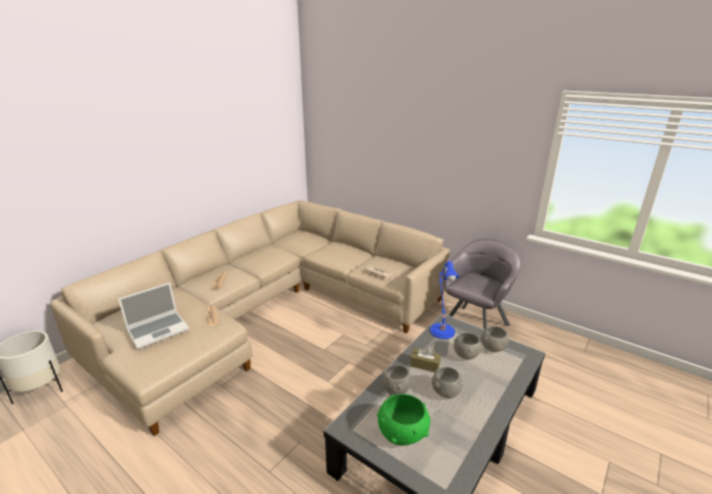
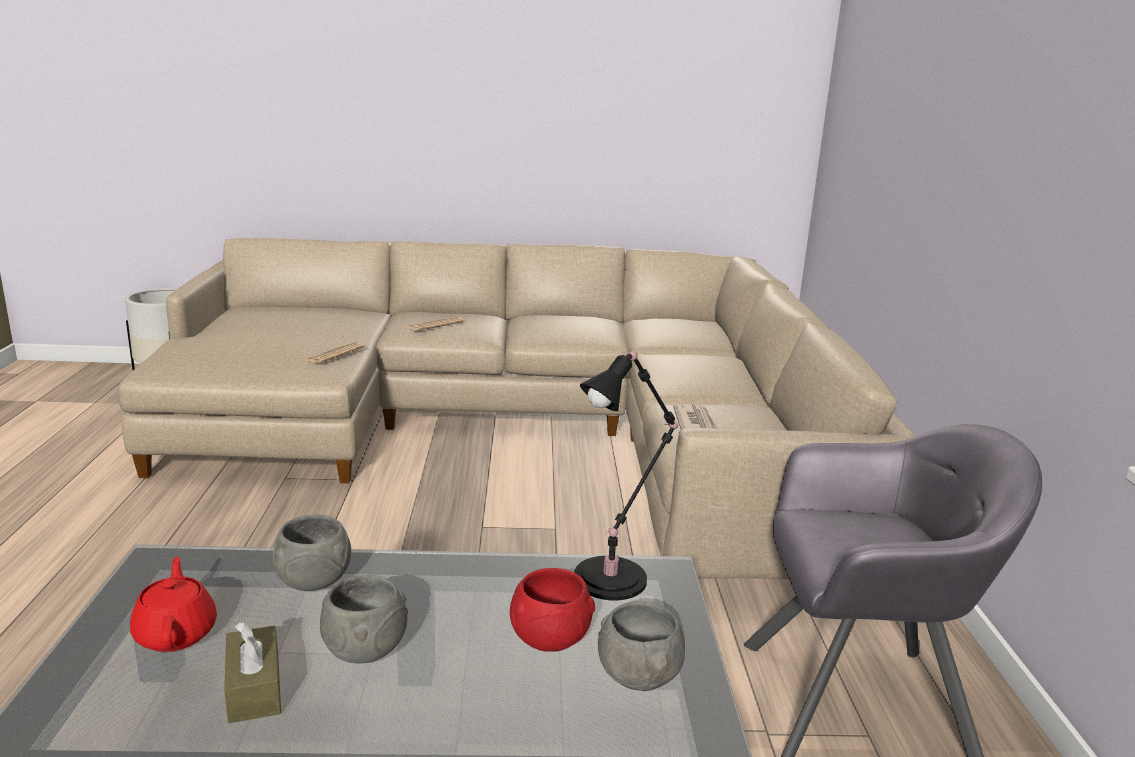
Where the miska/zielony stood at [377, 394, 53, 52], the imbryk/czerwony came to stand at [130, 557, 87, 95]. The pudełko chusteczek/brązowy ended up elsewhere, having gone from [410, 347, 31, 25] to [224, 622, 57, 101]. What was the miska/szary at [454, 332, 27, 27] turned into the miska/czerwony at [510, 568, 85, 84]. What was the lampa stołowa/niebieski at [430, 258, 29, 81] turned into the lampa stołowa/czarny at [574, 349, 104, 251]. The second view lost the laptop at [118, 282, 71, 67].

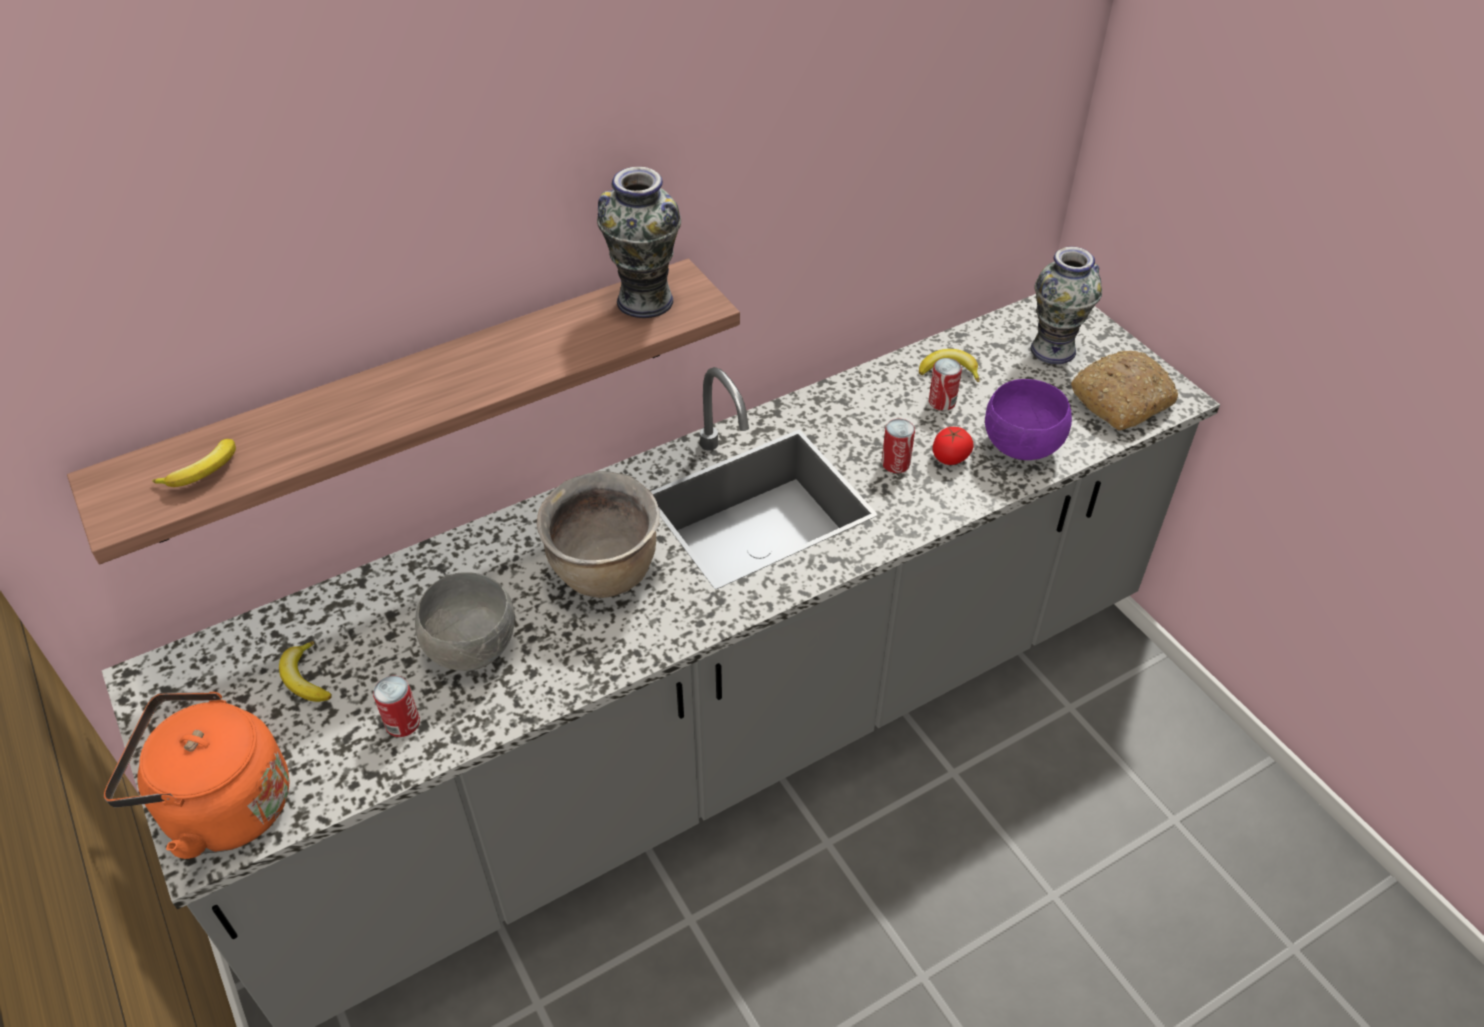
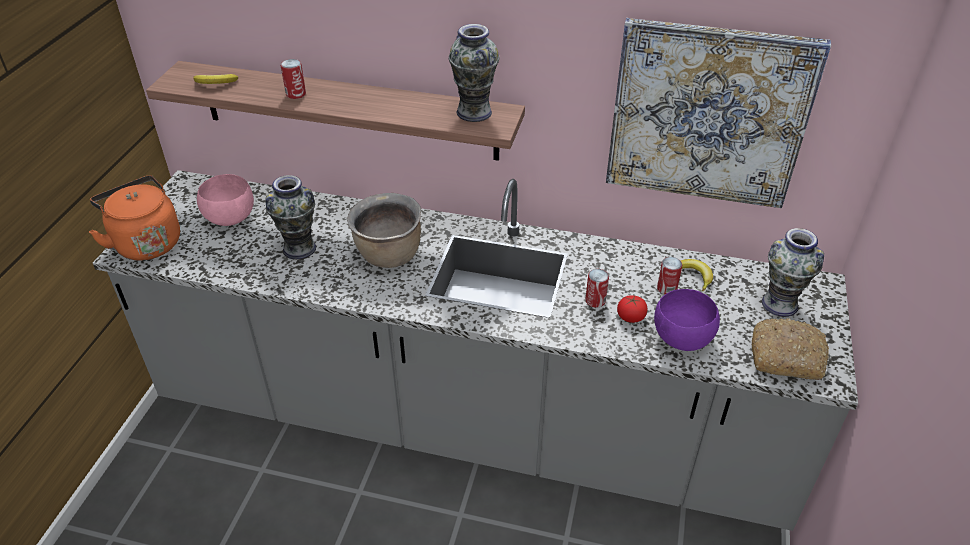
Where the banan stood at [279, 641, 53, 61], the miska/różowy came to stand at [197, 174, 57, 52]. Where the miska/szary stood at [415, 572, 100, 99], the wazon came to stand at [266, 175, 50, 84]. The puszka ended up elsewhere, having gone from [373, 676, 47, 61] to [280, 59, 26, 40]. The second view gained the obraz at [606, 18, 225, 190].

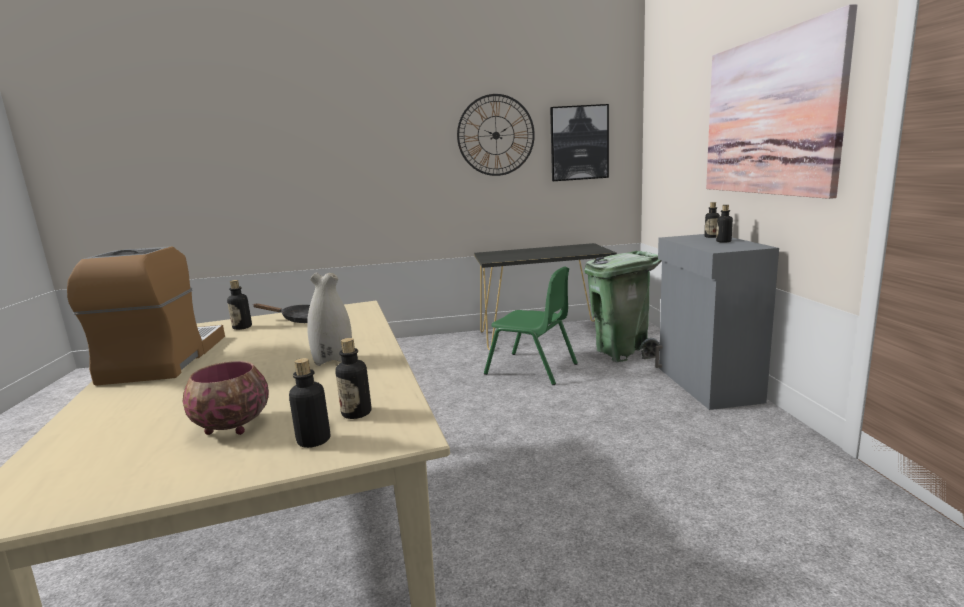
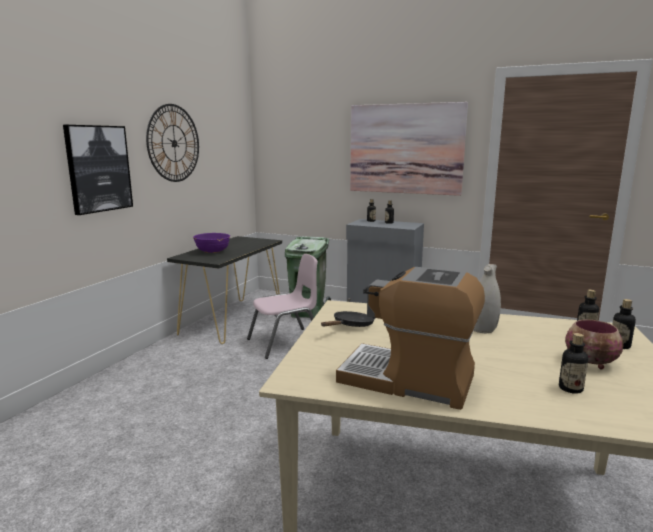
The obraz ended up elsewhere, having gone from [550, 104, 59, 77] to [63, 125, 70, 90]. The second view gained the miska/fioletowy at [193, 233, 37, 20]. What was the krzesło/zielony at [484, 267, 94, 118] turned into the krzesło/różowy at [247, 254, 71, 105]. The butelka ended up elsewhere, having gone from [227, 280, 25, 50] to [559, 333, 29, 61].

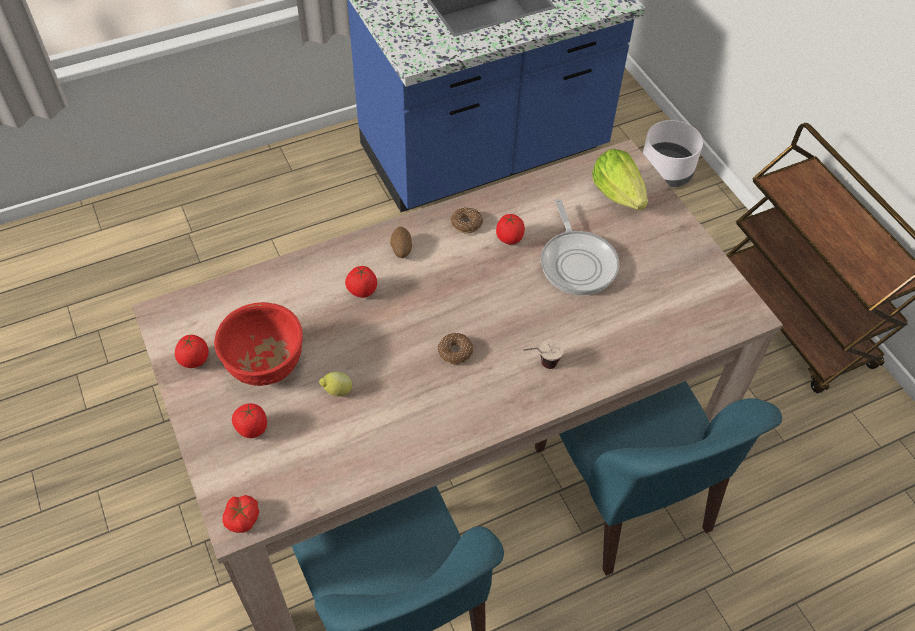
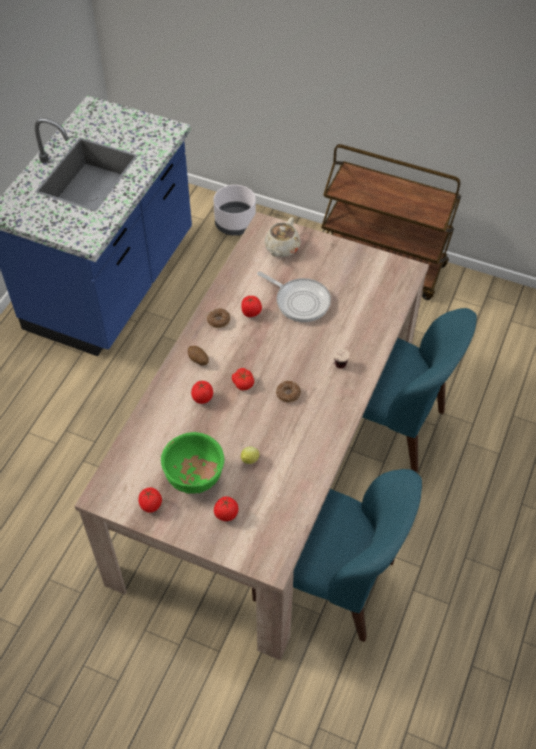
What was the miska/czerwony at [214, 302, 89, 84] turned into the miska/zielony at [161, 432, 63, 62]. The pomidor ended up elsewhere, having gone from [222, 495, 37, 38] to [232, 368, 22, 22]. Where the sałata stood at [592, 149, 56, 61], the imbryk/beżowy came to stand at [264, 217, 37, 40].

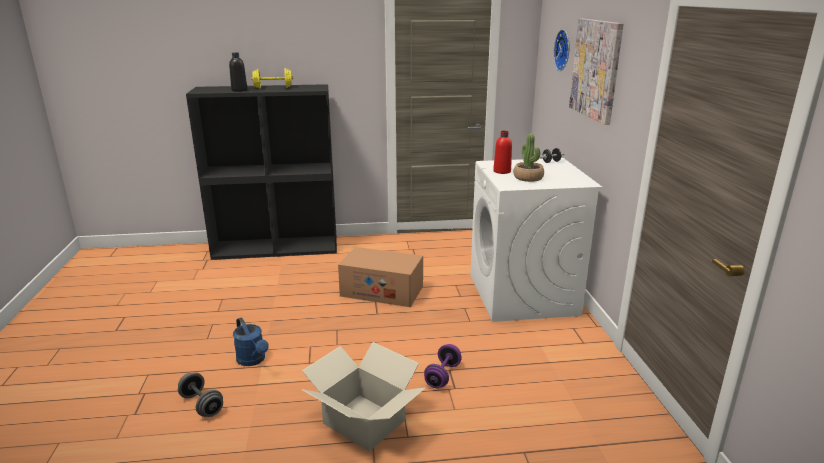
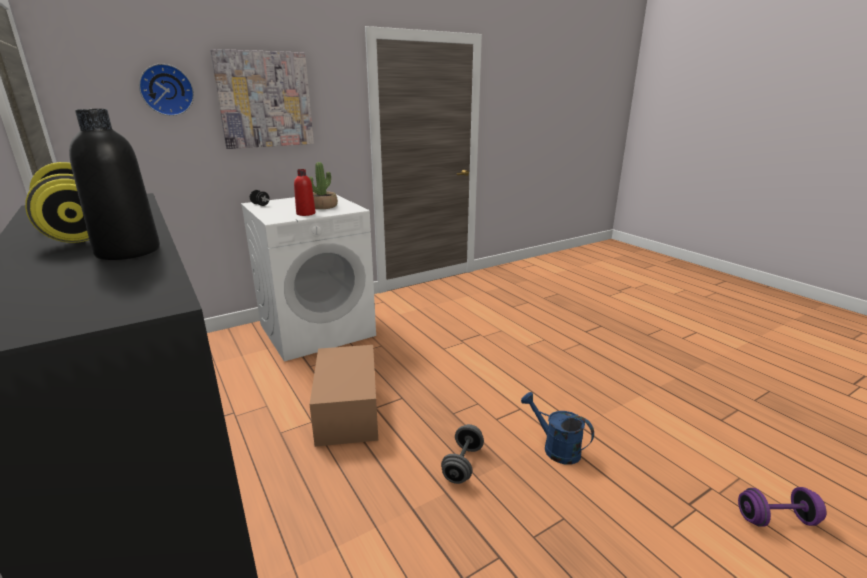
The hantel/szary ended up elsewhere, having gone from [178, 373, 45, 44] to [441, 424, 43, 60]. The konewka/niebieski at [233, 317, 36, 49] ended up facing another way, 75 degrees counterclockwise from before. The hantel/fioletowy ended up elsewhere, having gone from [424, 344, 37, 44] to [738, 487, 89, 40]. The second view lost the karton at [302, 342, 123, 110].

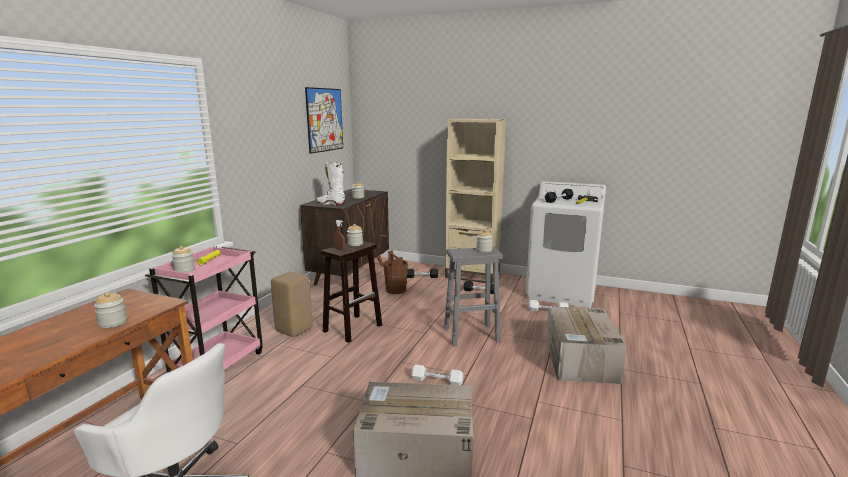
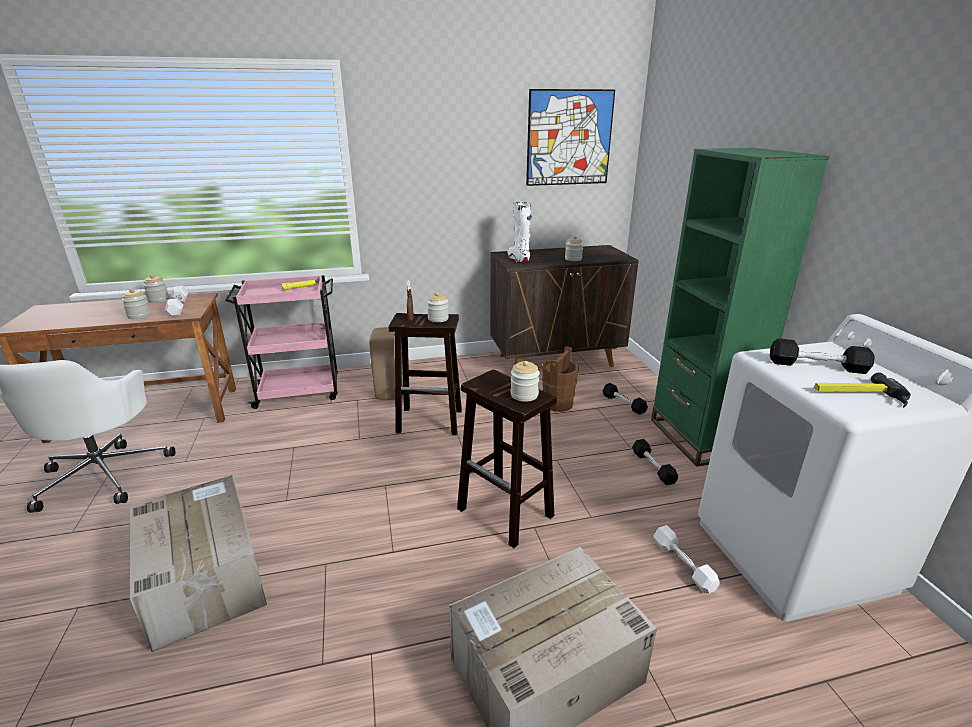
The słoik ended up elsewhere, having gone from [172, 246, 23, 27] to [143, 275, 26, 28]. The hantel/biały ended up elsewhere, having gone from [411, 364, 52, 21] to [165, 286, 24, 31]. What was the stołek/szary at [444, 246, 59, 101] turned into the stołek/brązowy at [457, 370, 100, 178]. What was the regał/beżowy at [445, 119, 61, 165] turned into the regał/zielony at [651, 148, 178, 319].

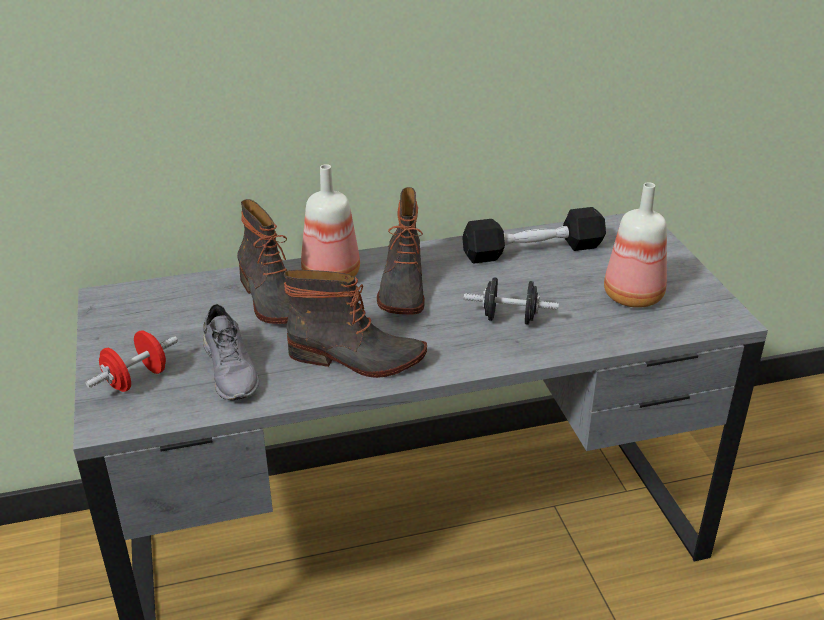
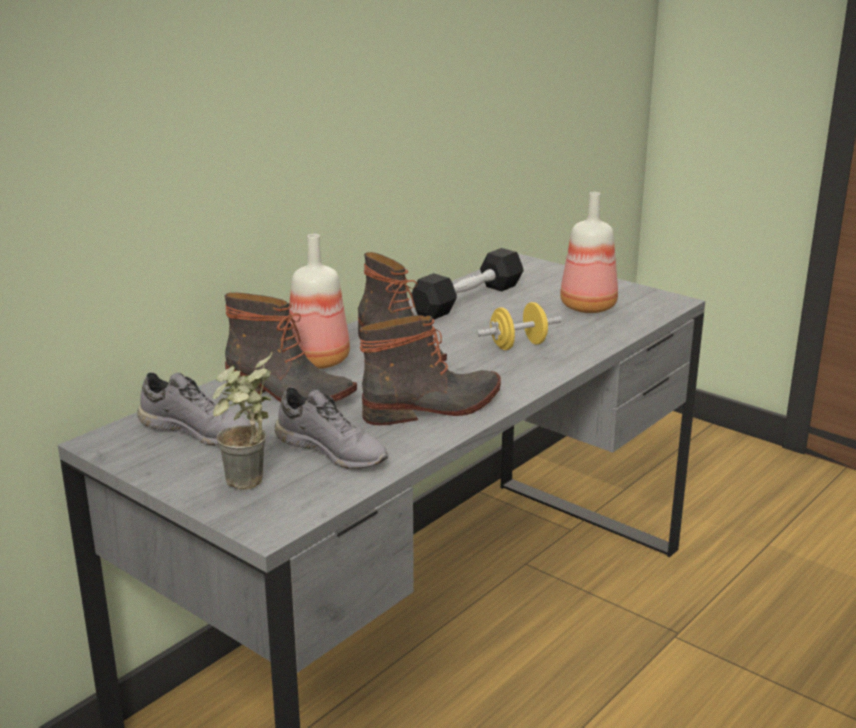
The second view gained the but/szary at [137, 372, 114, 74]. Where the hantel/czerwony stood at [86, 330, 92, 62], the roślina doniczkowa came to stand at [212, 352, 60, 138]. What was the hantel/czarny at [464, 277, 95, 48] turned into the hantel/żółty at [476, 302, 86, 48].

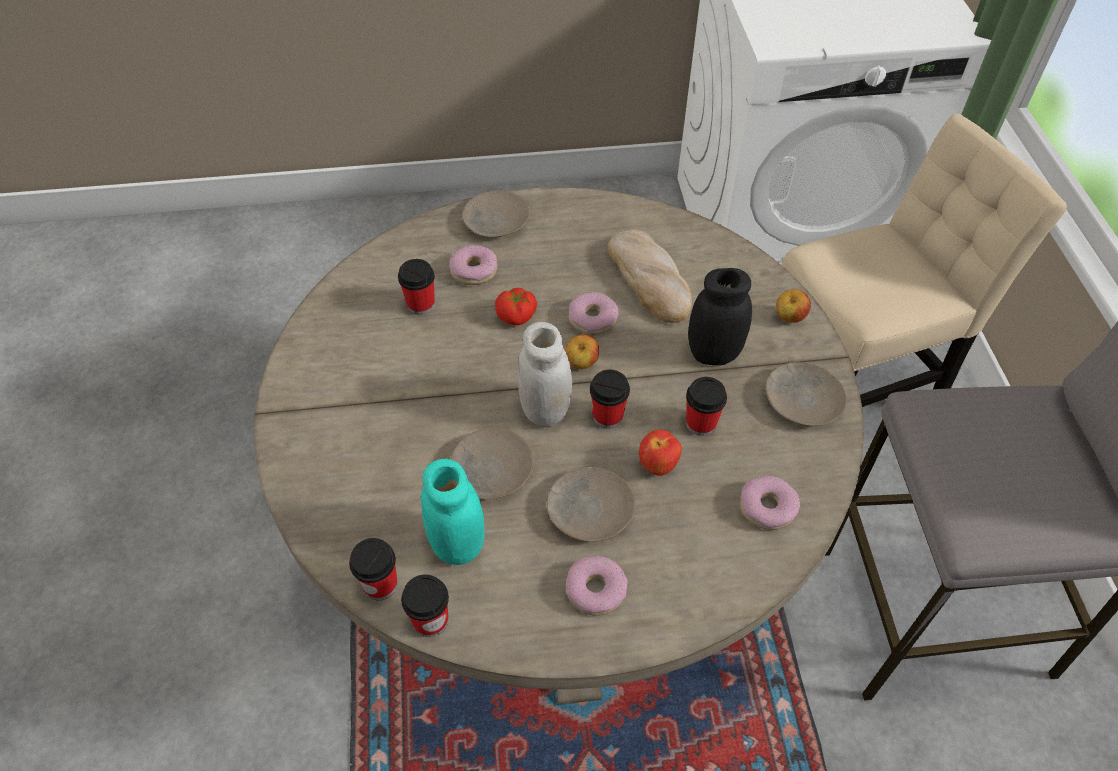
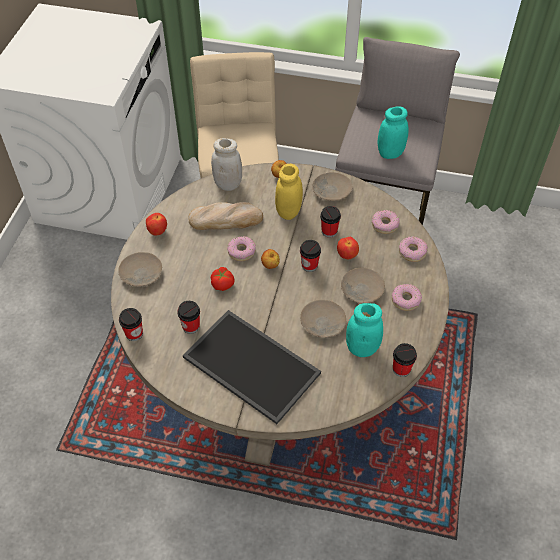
The filiżanka ended up elsewhere, having gone from [349, 538, 48, 62] to [119, 308, 24, 33]. The second view gained the jabłko at [146, 213, 21, 23]. The second view gained the taca at [183, 310, 138, 114]. The słoik/biały ended up elsewhere, having gone from [518, 322, 54, 104] to [211, 138, 31, 53]. What was the słoik/czarny at [688, 268, 64, 98] turned into the słoik/żółty at [275, 164, 28, 56]. The second view gained the słoik/turkusowy at [377, 106, 32, 53]. The donut ended up elsewhere, having gone from [449, 245, 48, 40] to [399, 236, 29, 26].

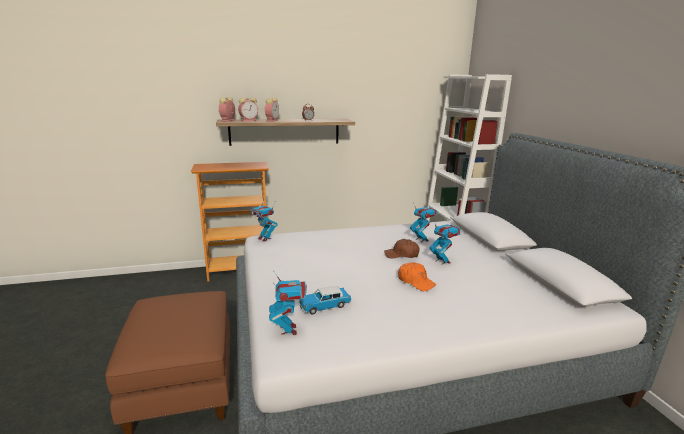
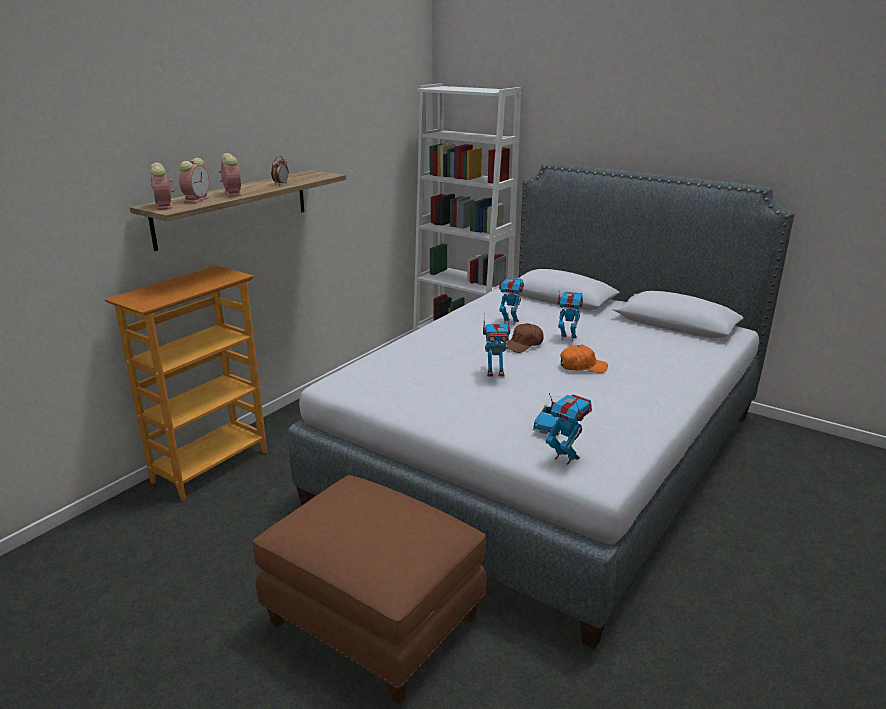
The robot zabawkowy ended up elsewhere, having gone from [251, 198, 26, 44] to [483, 313, 27, 64].

